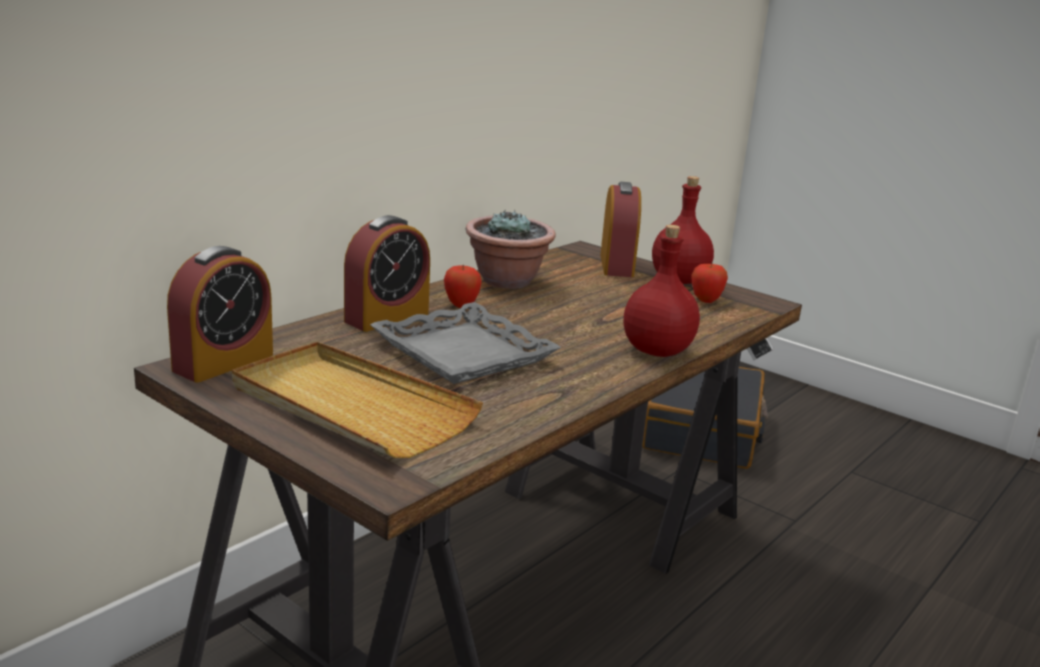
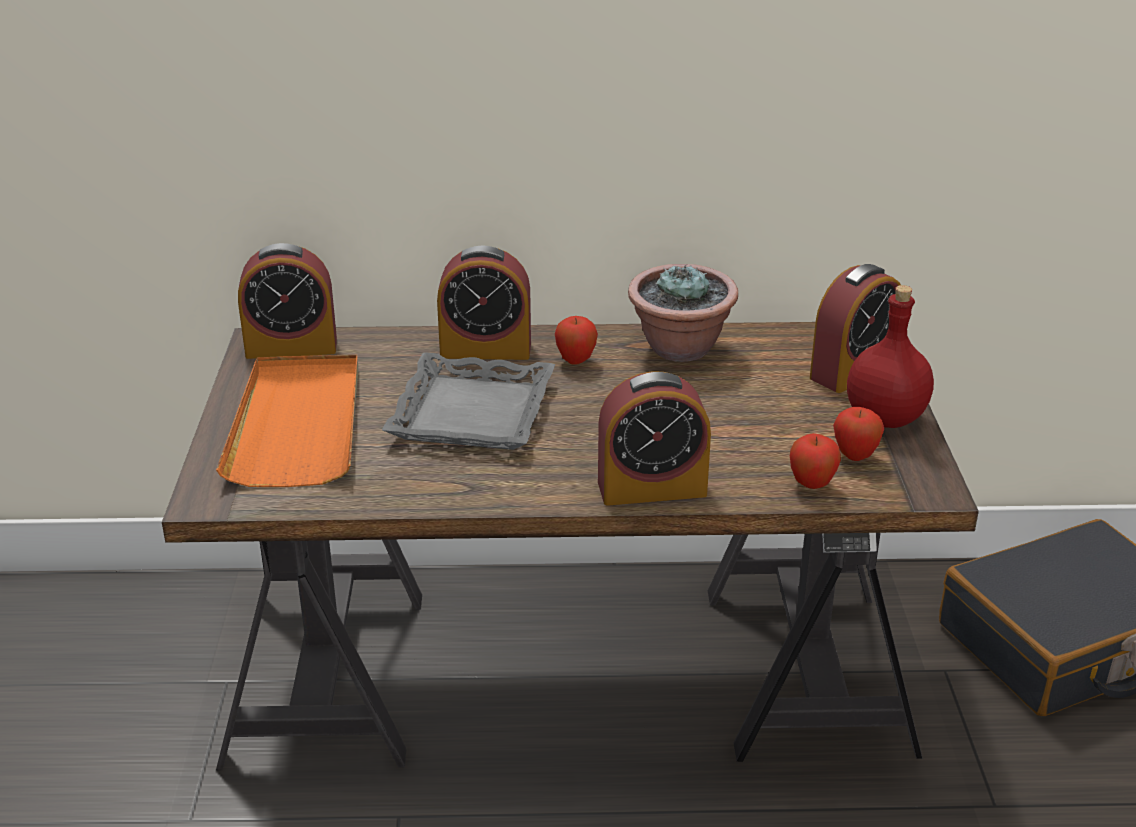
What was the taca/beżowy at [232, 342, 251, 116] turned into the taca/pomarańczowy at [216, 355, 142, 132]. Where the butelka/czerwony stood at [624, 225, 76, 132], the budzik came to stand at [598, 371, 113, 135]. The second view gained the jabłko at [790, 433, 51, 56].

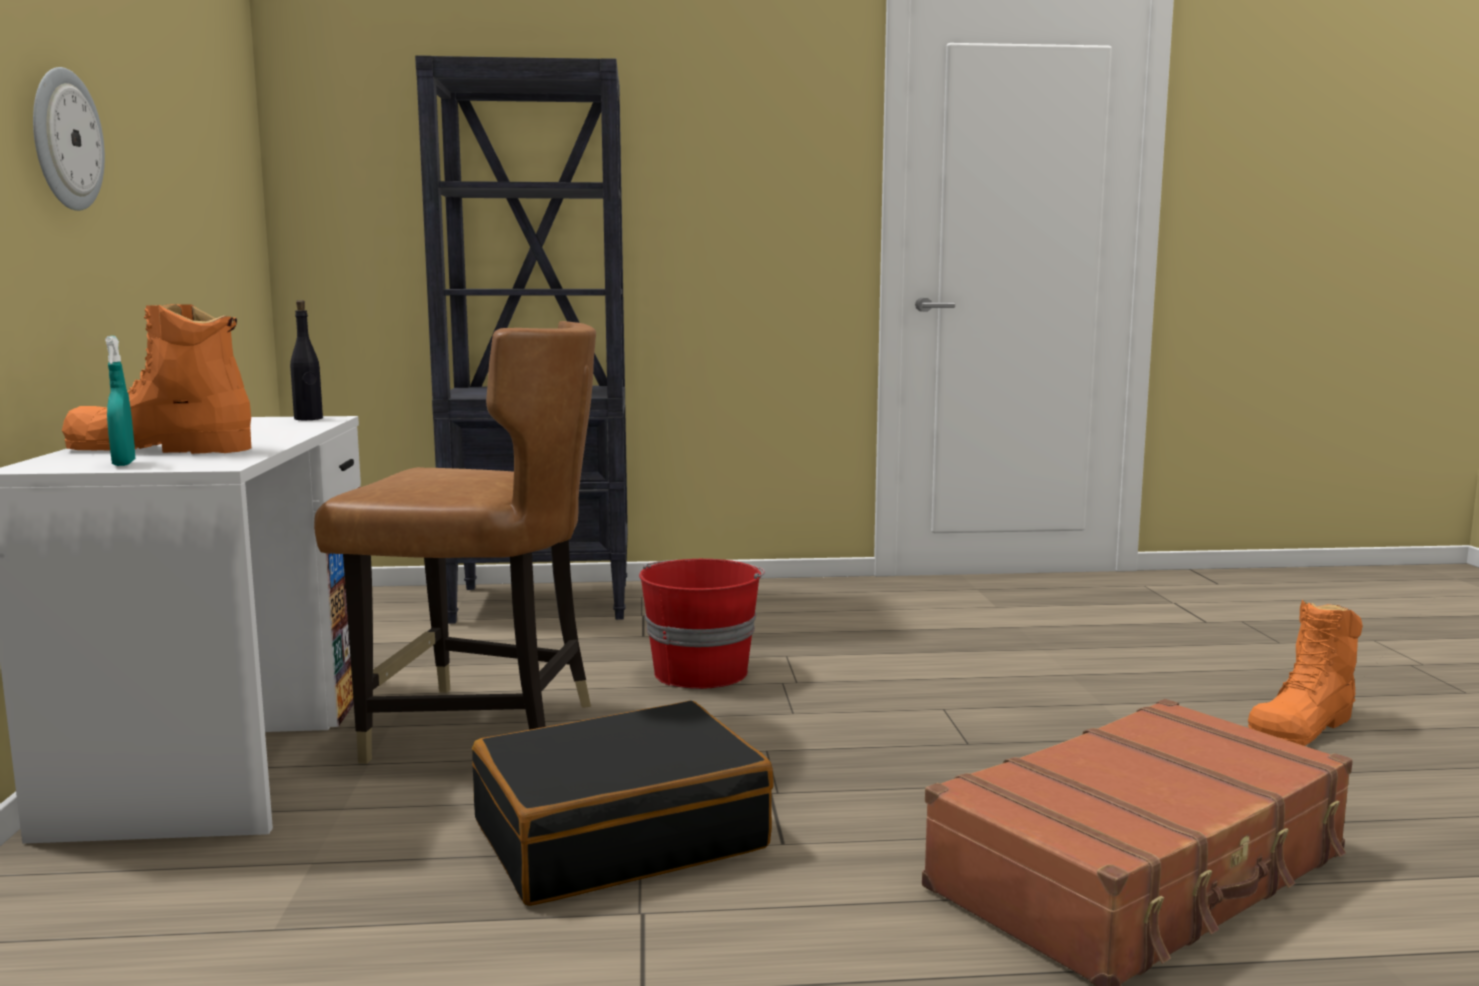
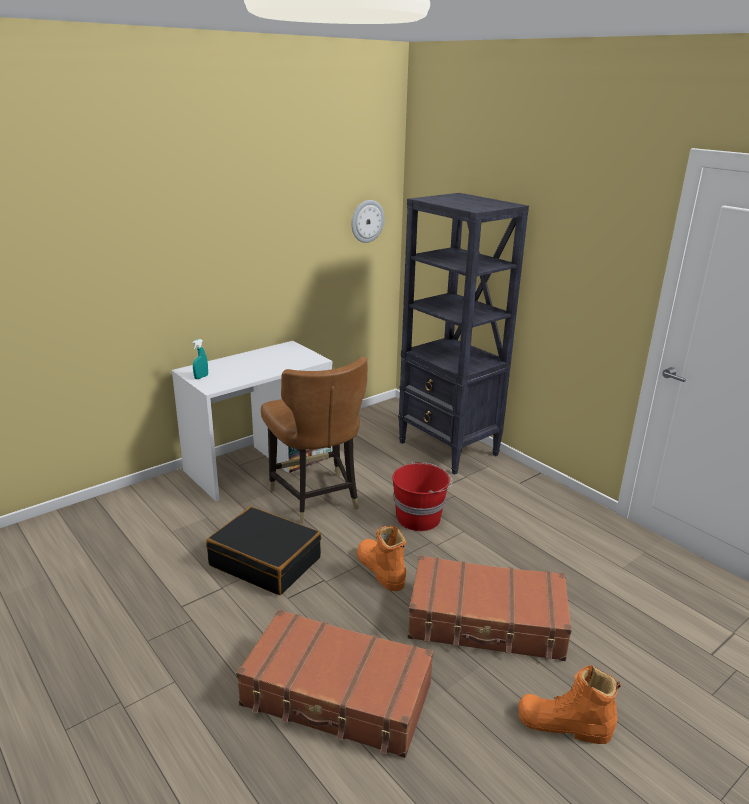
The zegar ścienny ended up elsewhere, having gone from [33, 67, 72, 144] to [351, 200, 34, 43]. The but z cholewką/pomarańczowy ended up elsewhere, having gone from [62, 304, 189, 150] to [357, 526, 49, 65]. The second view gained the walizka/brązowy at [408, 555, 164, 106]. The second view lost the butelka/czarny at [290, 300, 33, 120].

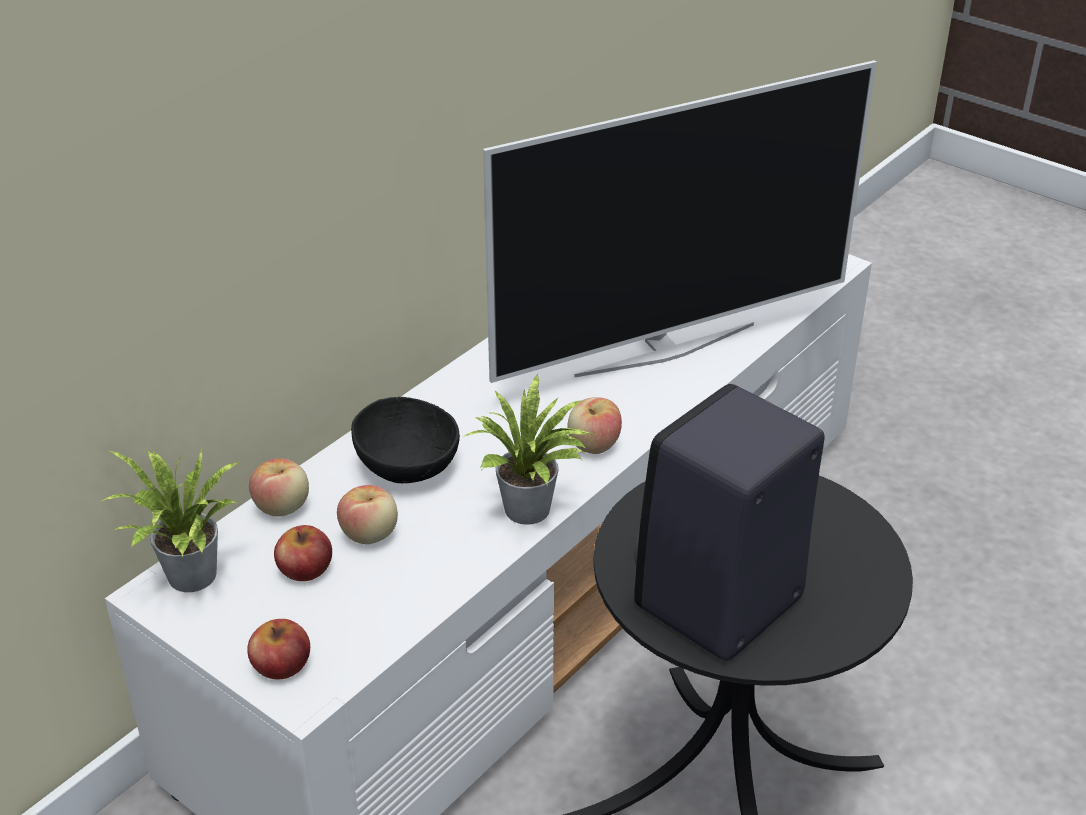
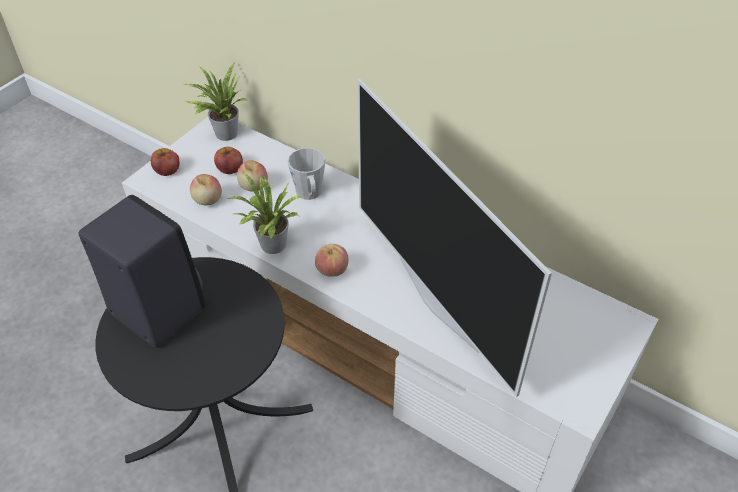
The jabłko ended up elsewhere, having gone from [249, 459, 60, 58] to [190, 174, 32, 31]. Where the miska/czarny stood at [351, 397, 109, 86], the kubek/szary came to stand at [288, 148, 37, 52].

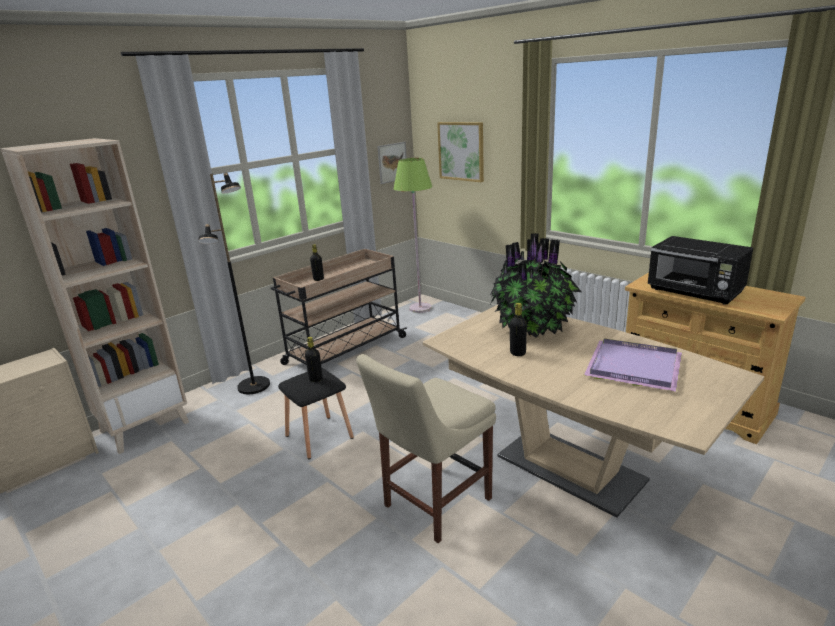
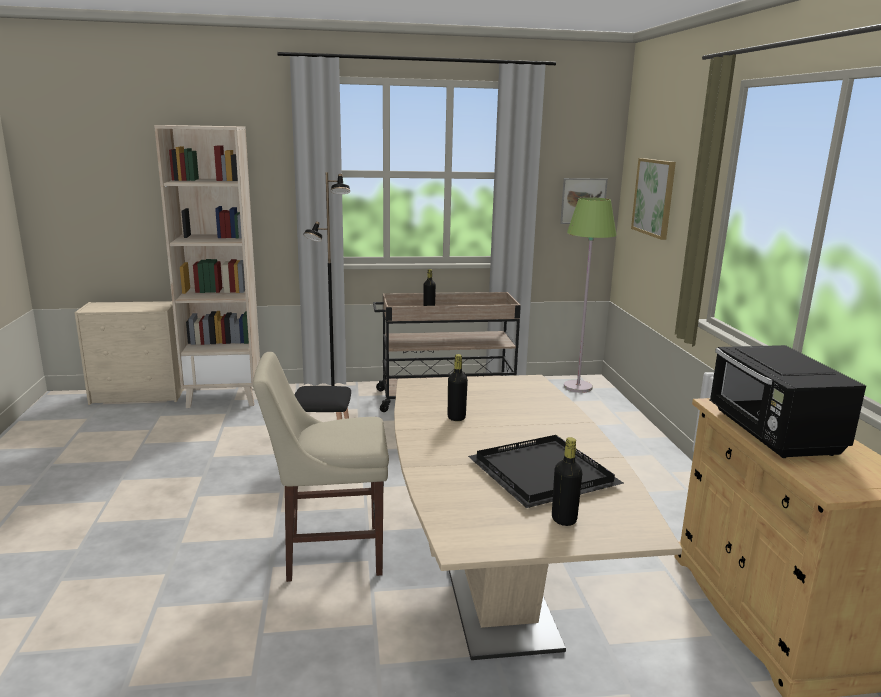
What was the taca/fioletowy at [584, 339, 98, 53] turned into the taca/czarny at [468, 435, 156, 73]. The butelka/czarny ended up elsewhere, having gone from [305, 337, 18, 45] to [552, 437, 30, 89]. The second view lost the roślina doniczkowa at [490, 233, 92, 105].

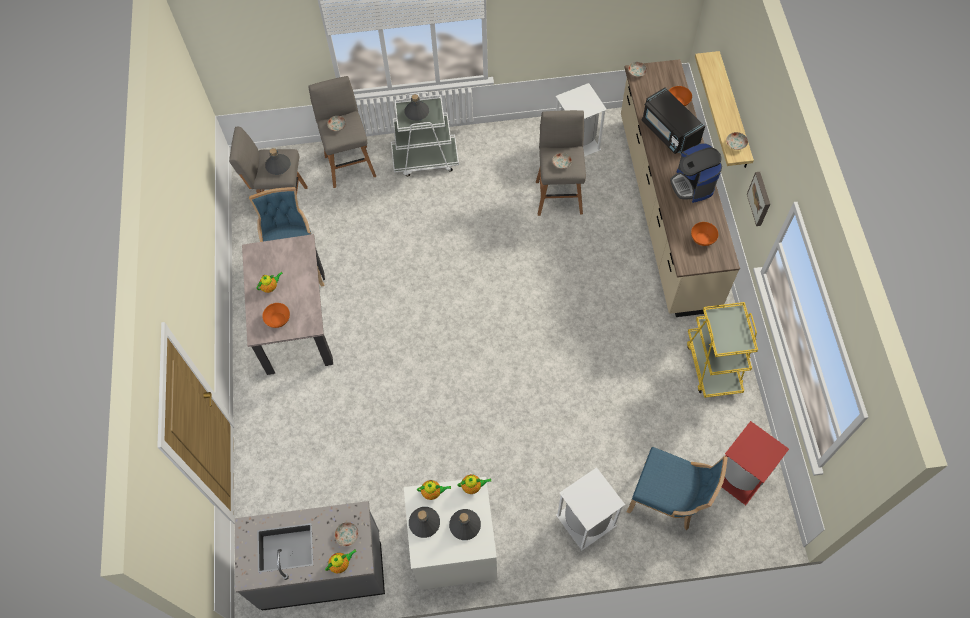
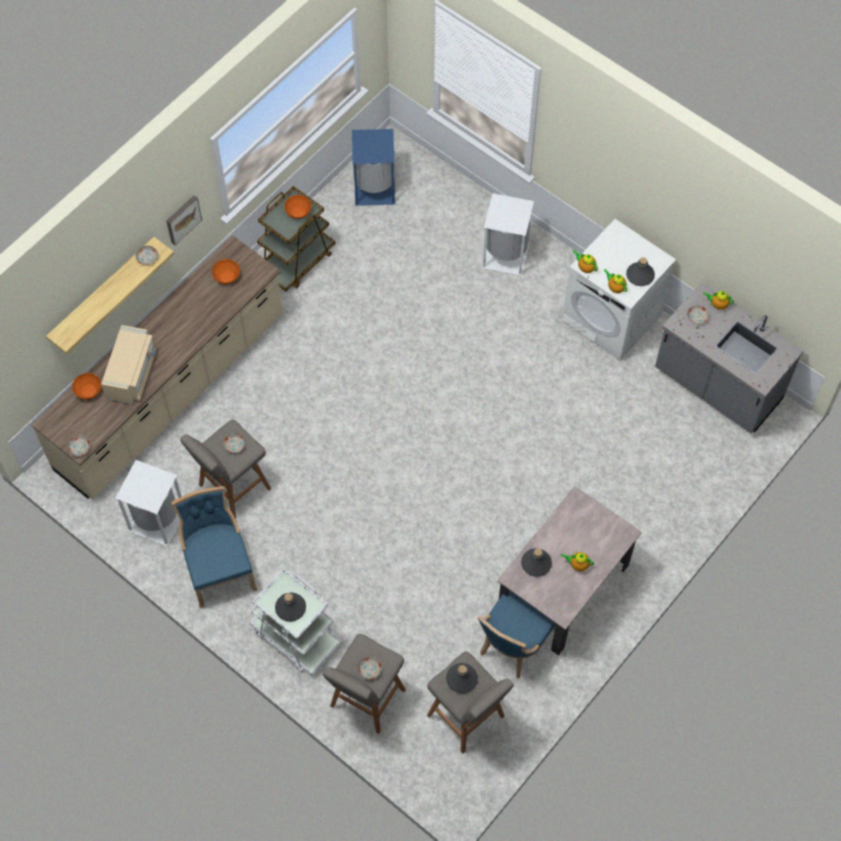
What was the mikrofalówka/czarny at [642, 87, 63, 67] turned into the mikrofalówka/beżowy at [101, 325, 55, 79]. The krzesło/niebieski ended up elsewhere, having gone from [626, 447, 102, 83] to [171, 486, 87, 122]. What was the wózek/żółty at [687, 302, 71, 96] turned into the wózek/brązowy at [257, 186, 78, 106]. The miska/pomarańczowy ended up elsewhere, having gone from [262, 303, 28, 25] to [284, 195, 28, 24]. What was the kosz na śmieci/czerwony at [722, 421, 67, 84] turned into the kosz na śmieci/niebieski at [352, 129, 43, 77]. The butelka/szary ended up elsewhere, having gone from [449, 509, 32, 31] to [521, 548, 31, 29]. The second view lost the ekspres do kawy at [670, 143, 52, 60].

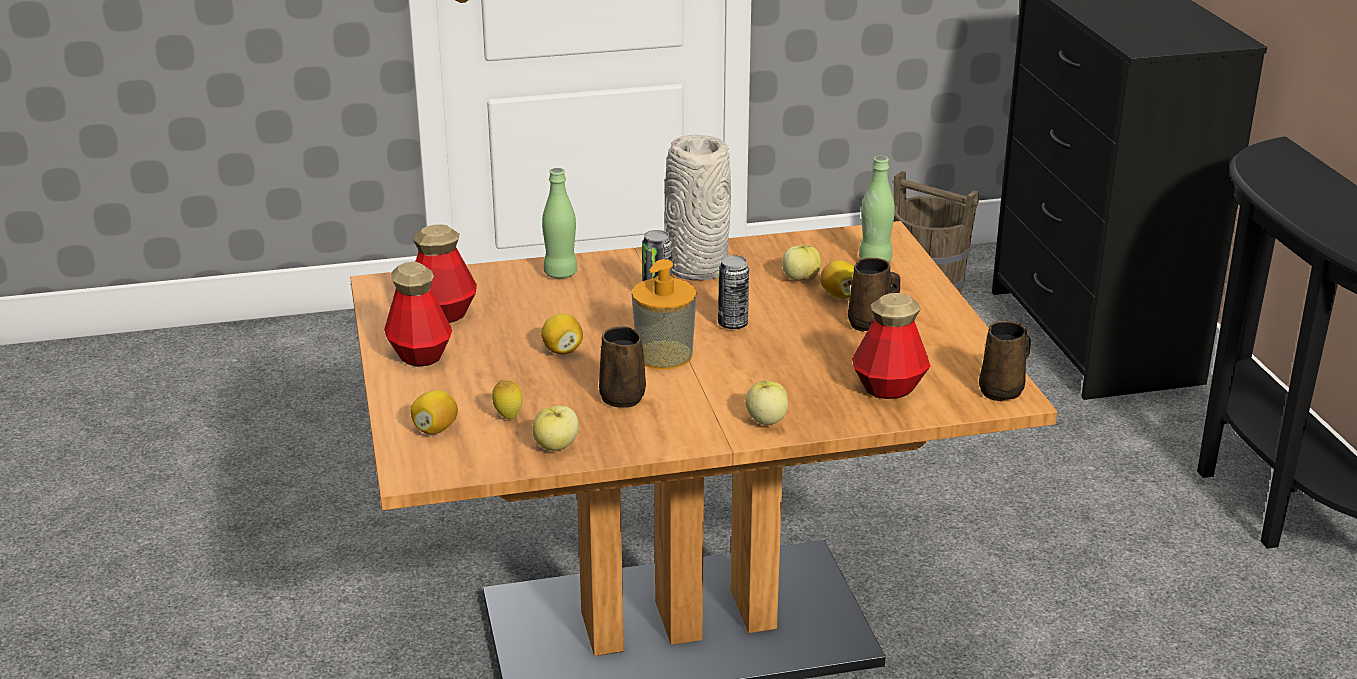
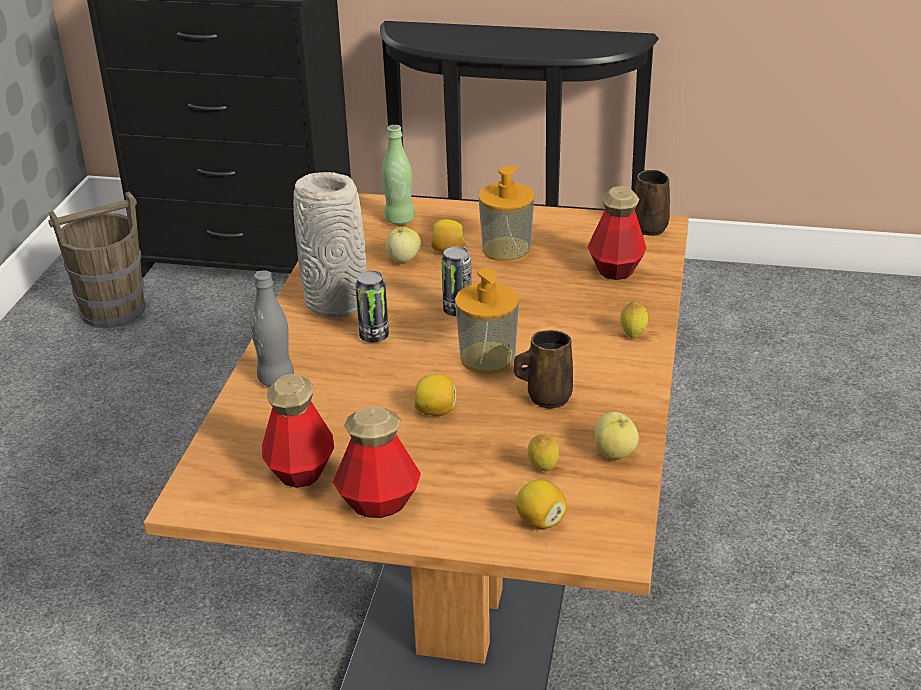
What was the butelka/zielony at [542, 168, 35, 111] turned into the butelka/szary at [250, 270, 44, 116]. Where the kubek/brązowy stood at [848, 257, 52, 74], the dozownik mydła came to stand at [478, 166, 56, 96]. Where the jabłko stood at [746, 380, 42, 45], the cytryna came to stand at [620, 301, 28, 37].

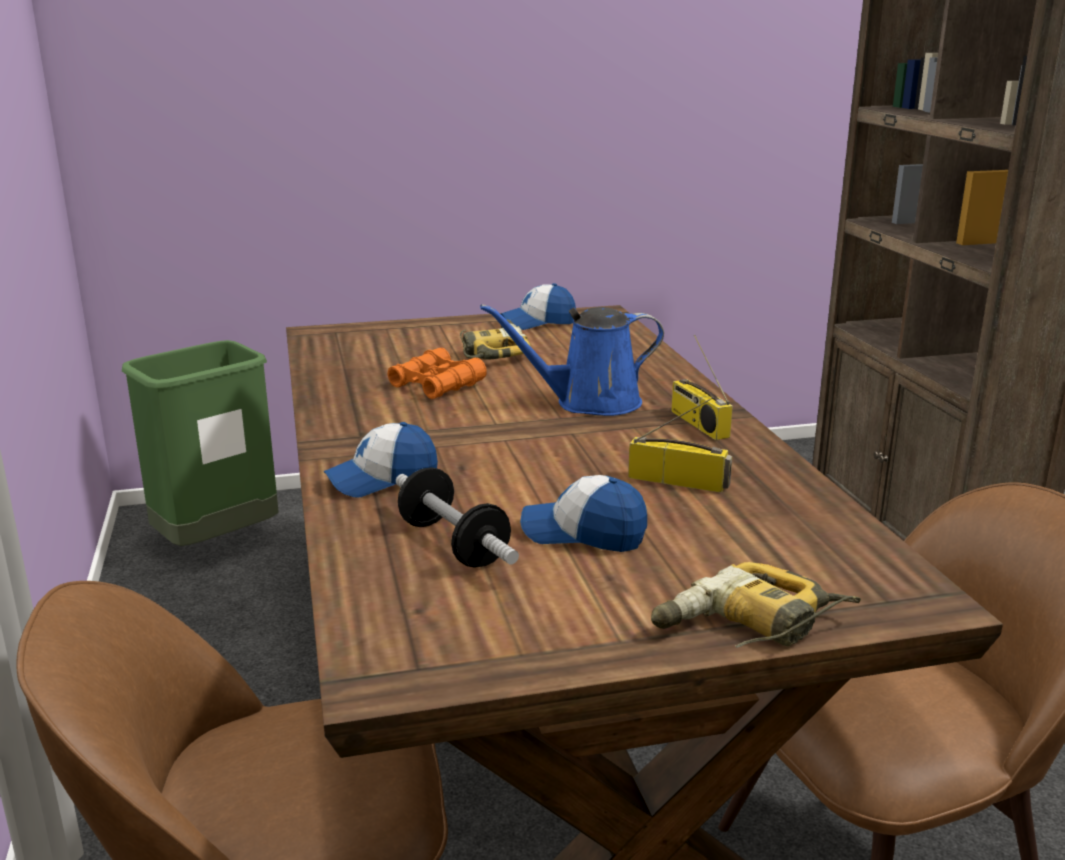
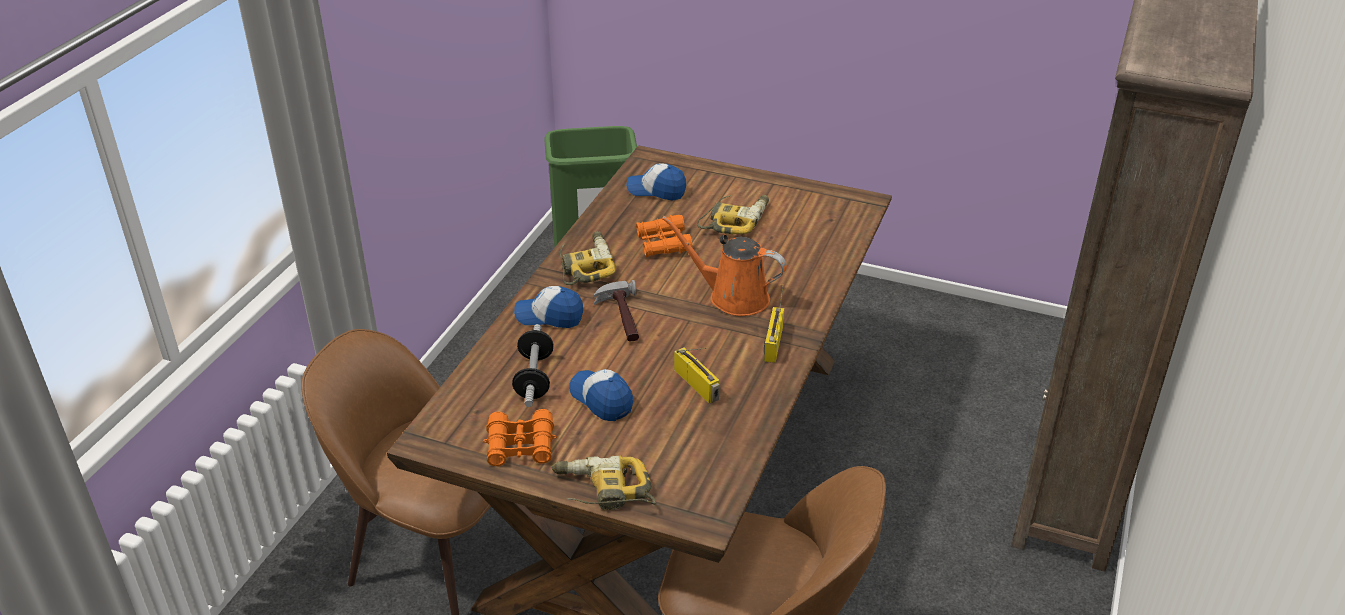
The second view gained the lornetka/pomarańczowy at [483, 409, 74, 57]. The second view gained the wiertarka at [560, 231, 56, 54]. The second view gained the młotek at [594, 280, 45, 62]. The czapka z daszkiem ended up elsewhere, having gone from [501, 283, 75, 47] to [626, 163, 60, 37]. What was the konewka/niebieski at [480, 304, 184, 112] turned into the konewka/pomarańczowy at [662, 216, 125, 100].

